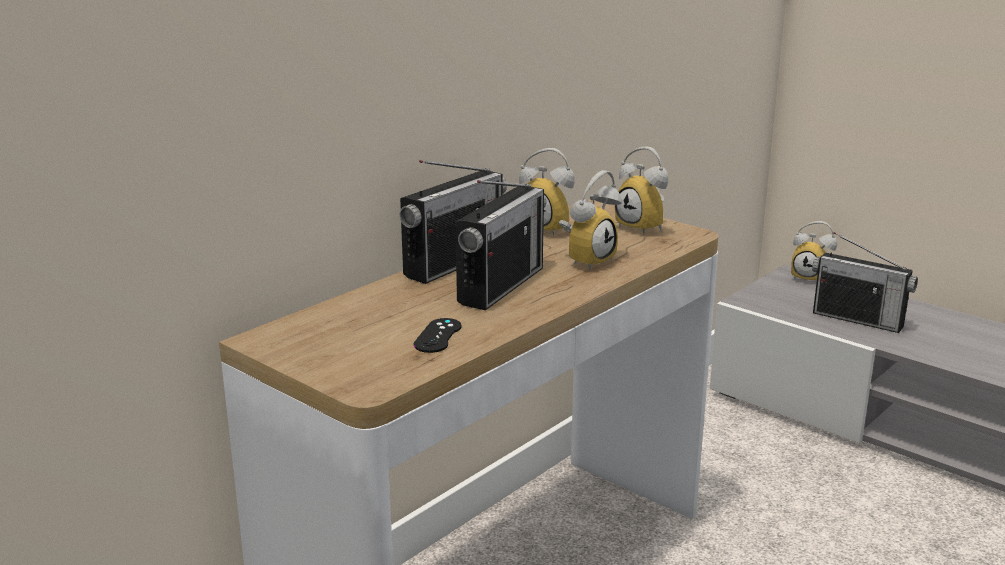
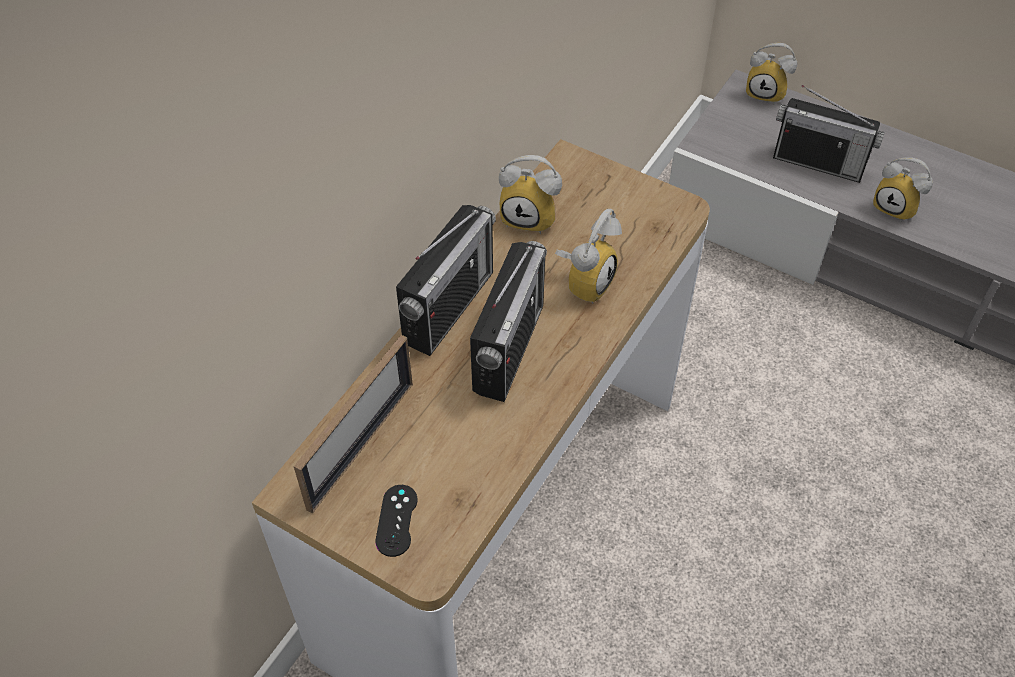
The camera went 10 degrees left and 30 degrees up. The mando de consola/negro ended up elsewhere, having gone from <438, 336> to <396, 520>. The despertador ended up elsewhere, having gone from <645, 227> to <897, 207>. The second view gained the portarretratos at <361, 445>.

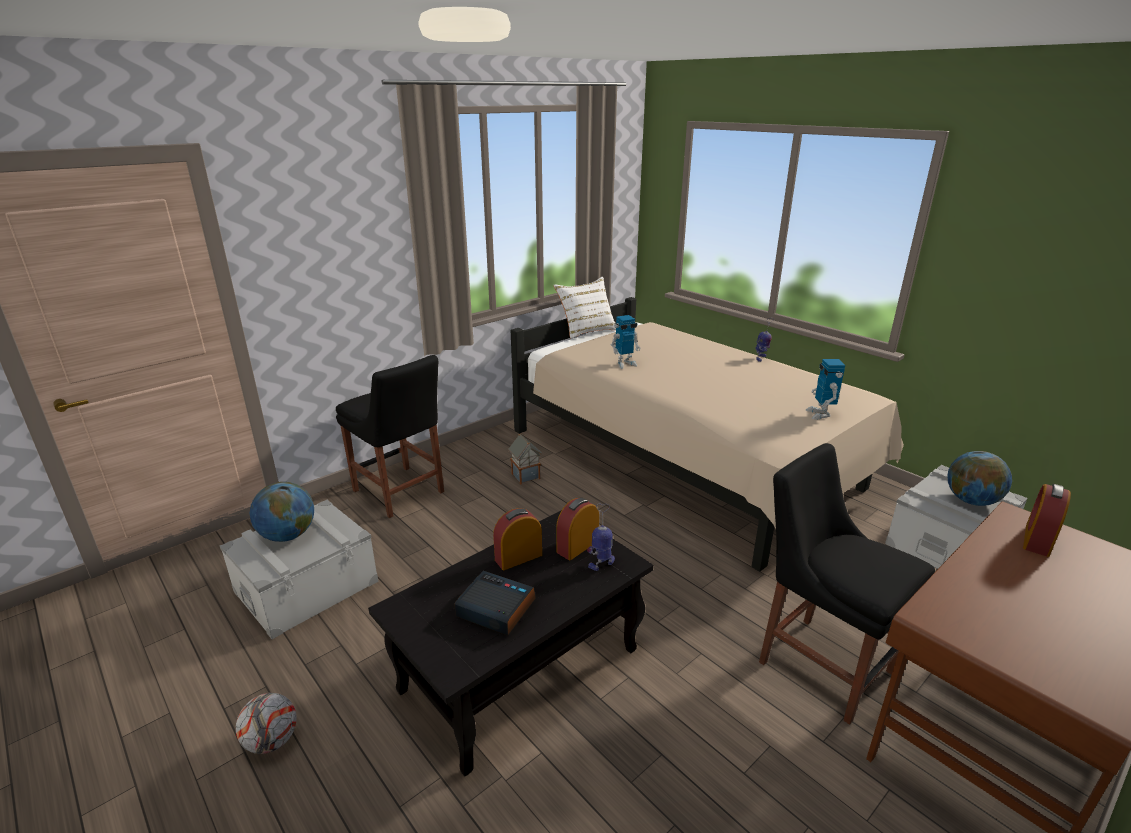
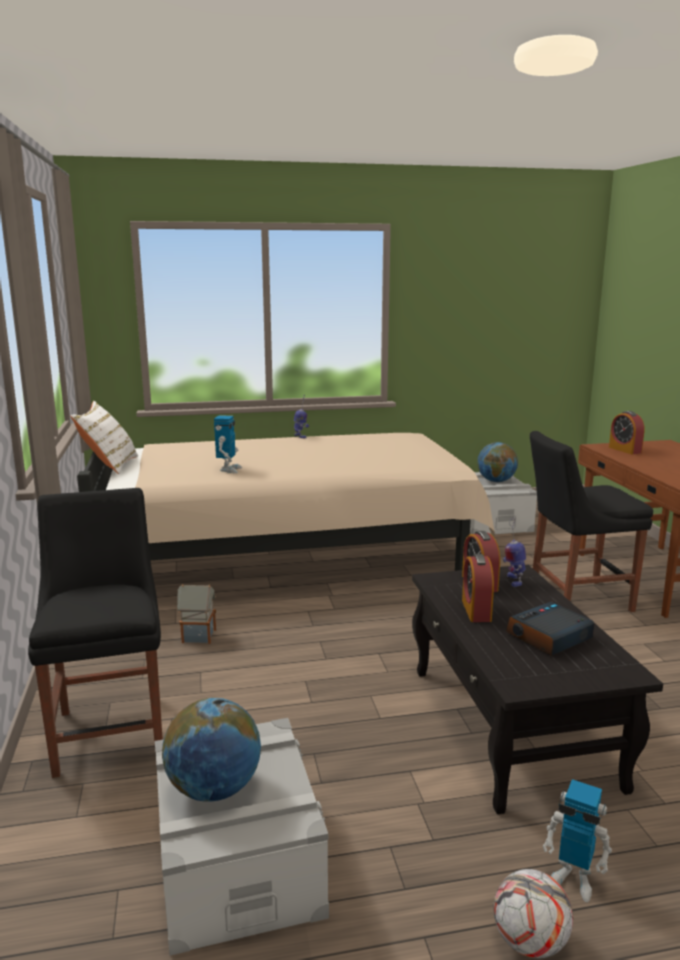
The camera went 60 degrees left and 10 degrees down. The silla/negro at <400, 493> ended up facing another way, 90 degrees counterclockwise from before. The robot de juguete ended up elsewhere, having gone from <820, 414> to <573, 879>.

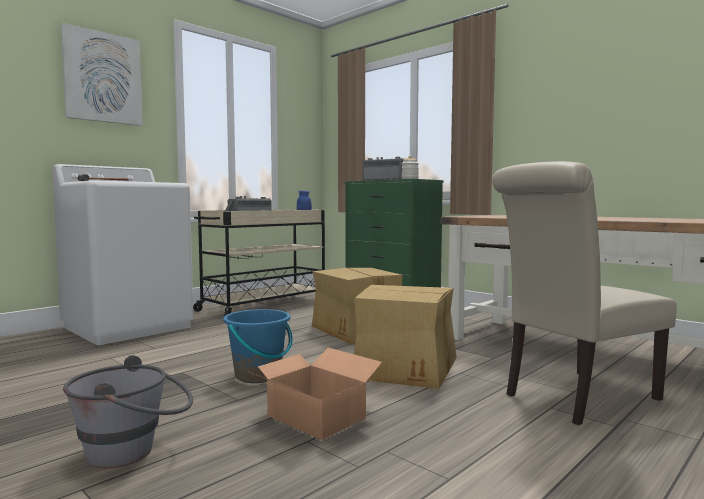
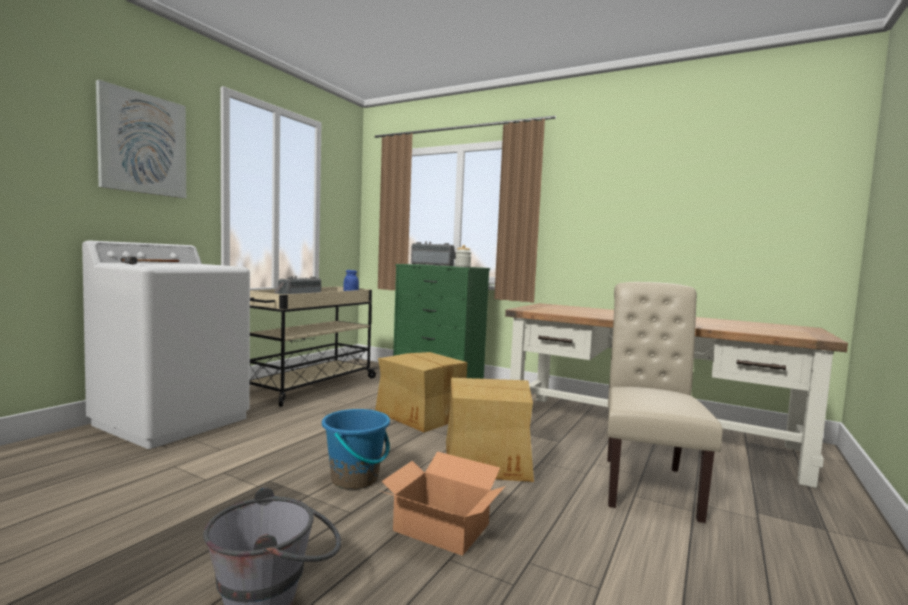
The camera went 15 degrees left and 0 degrees up. The silla/beis at <574, 398> ended up facing another way, 150 degrees clockwise from before.

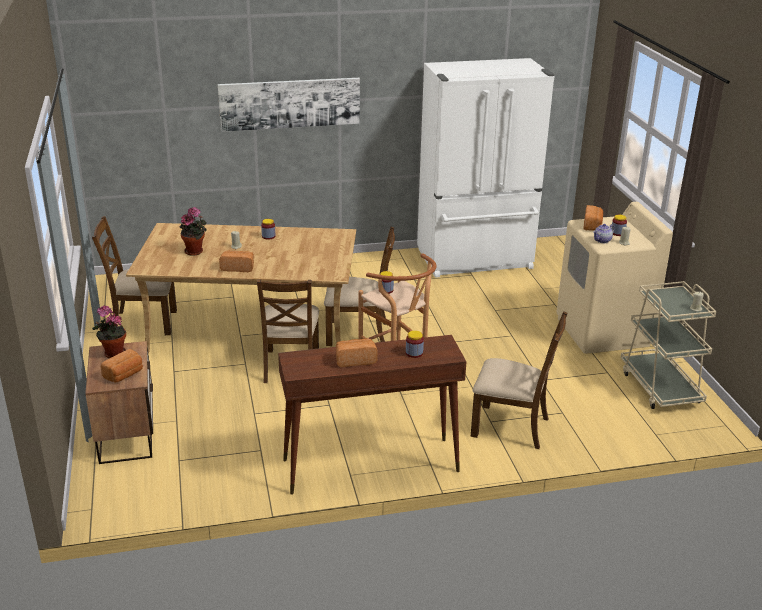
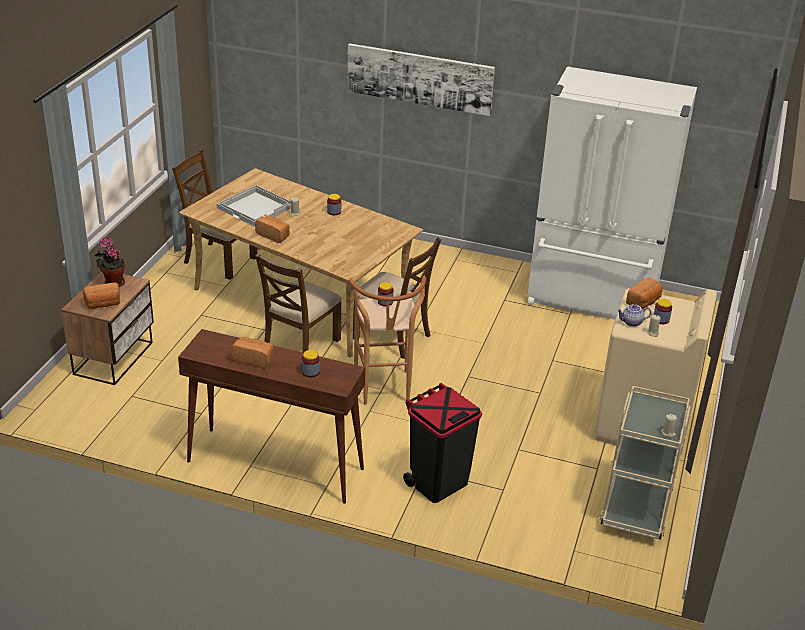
The camera went 30 degrees right and 5 degrees up. Where the planta en maceta stood at <195, 251>, the bandeja/blanco came to stand at <256, 207>. Where the silla/marrón stood at <511, 426>, the papelera/negro came to stand at <438, 482>.

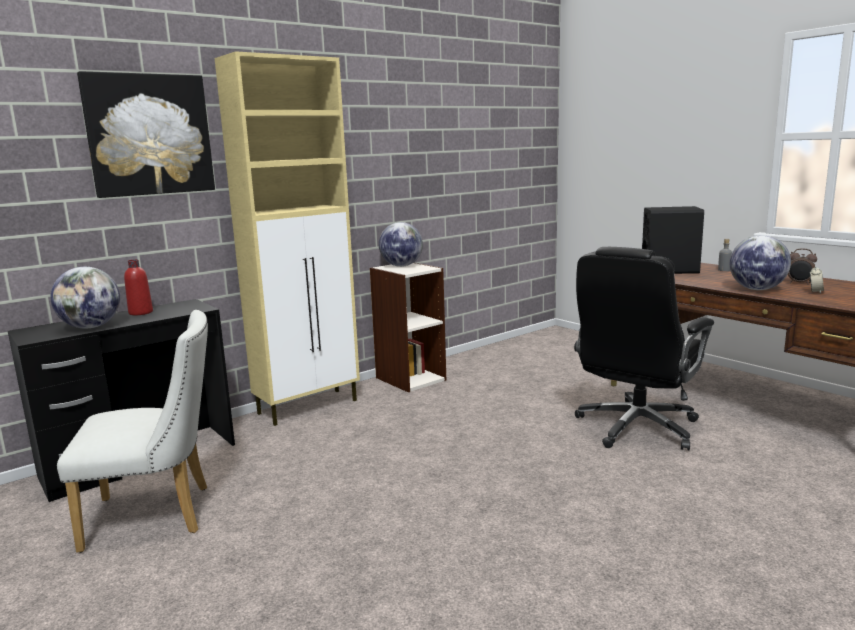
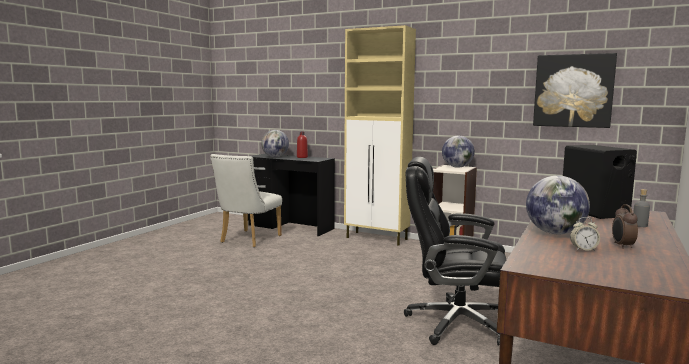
The camera went 65 degrees right and 5 degrees down. The silla/blanco at <159, 515> ended up facing another way, 60 degrees clockwise from before. The cuadro ended up elsewhere, having gone from <149, 135> to <573, 91>.

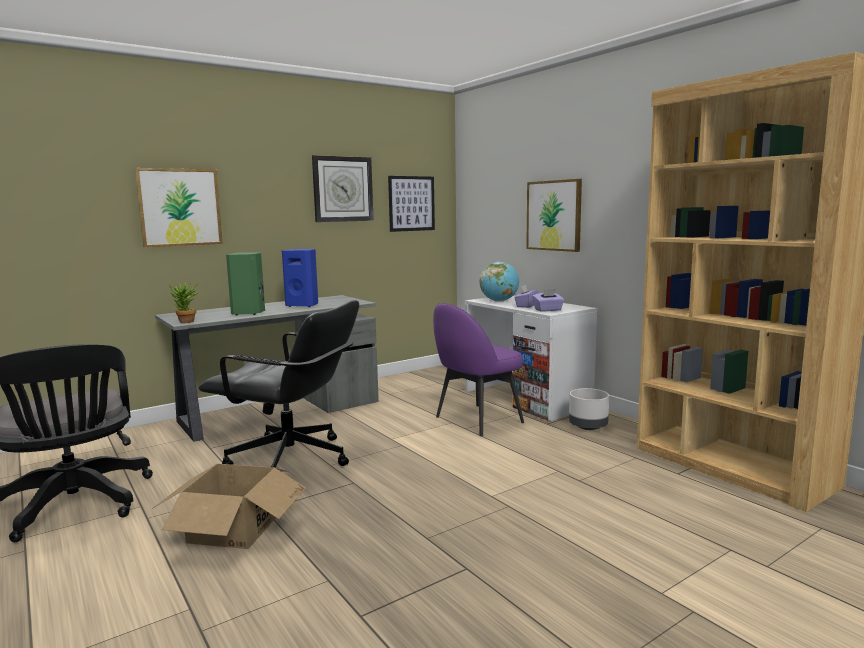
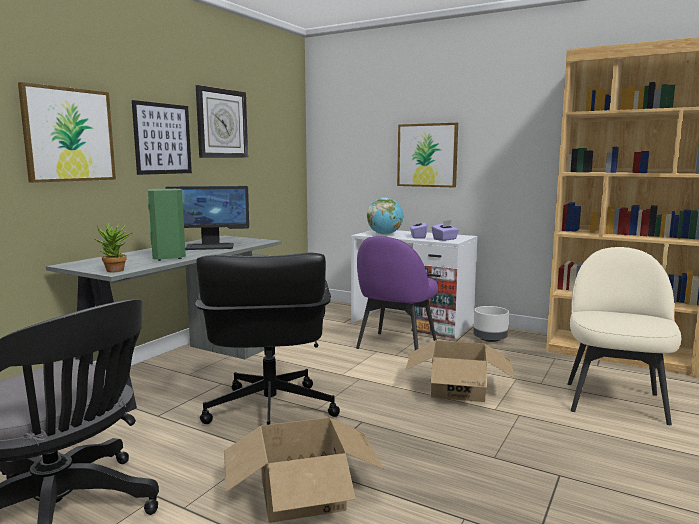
The camera went 25 degrees left and 0 degrees up. The silla de oficina/negro at <291, 460> ended up facing another way, 90 degrees clockwise from before. Where the altavoz/azul stood at <303, 305>, the monitor came to stand at <210, 246>. The cuadro ended up elsewhere, having gone from <411, 203> to <162, 139>. The second view gained the caja de cartón at <458, 389>. The second view gained the silla/beis at <614, 401>.

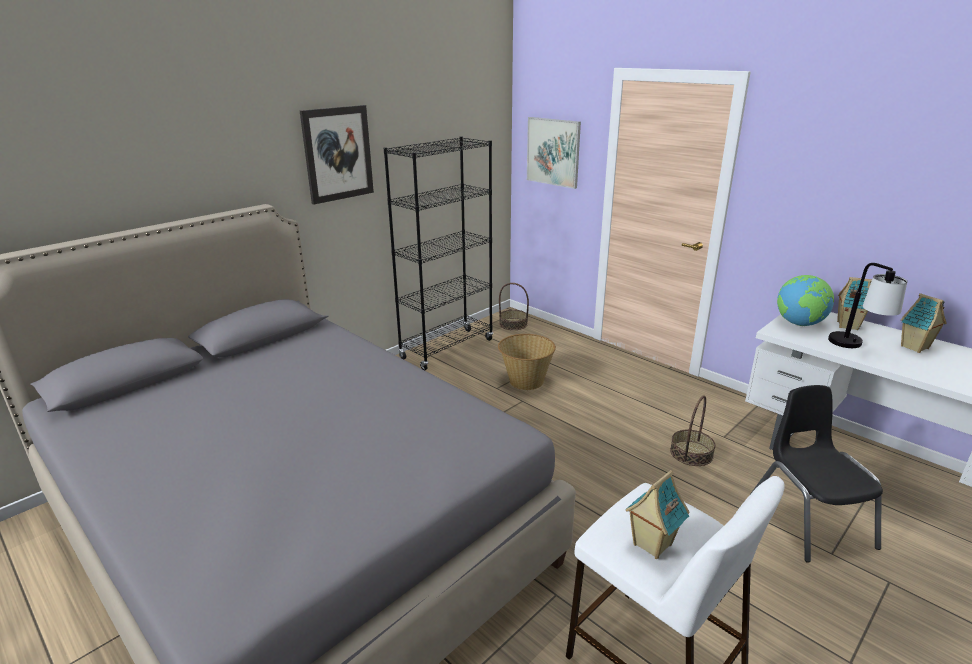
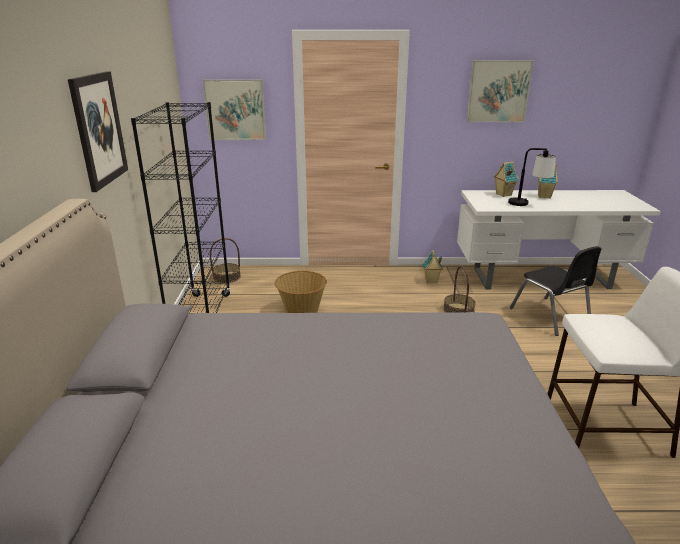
The camera went 45 degrees left and 0 degrees up. The casita ended up elsewhere, having gone from <651, 545> to <431, 281>. The silla/negro at <810, 520> ended up facing another way, 150 degrees counterclockwise from before. The second view lost the globo terráqueo at <799, 324>. The second view gained the cuadro at <498, 91>.

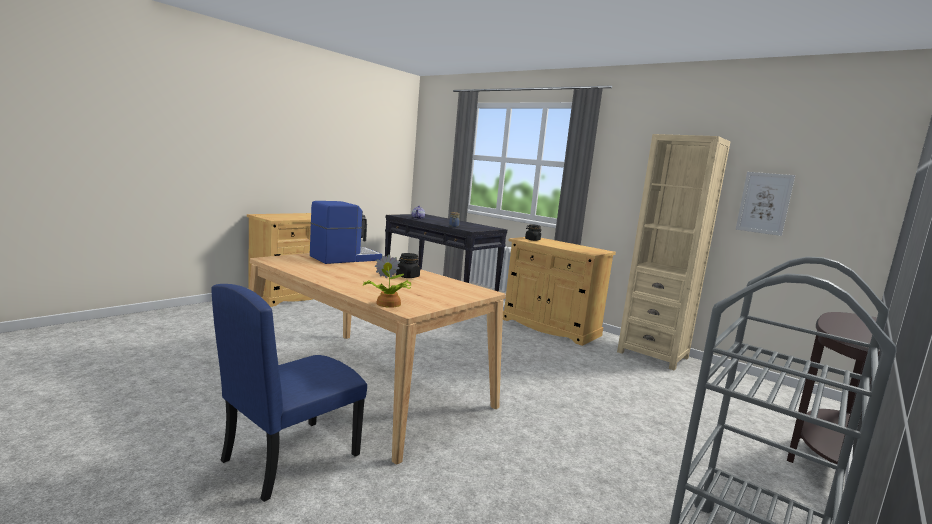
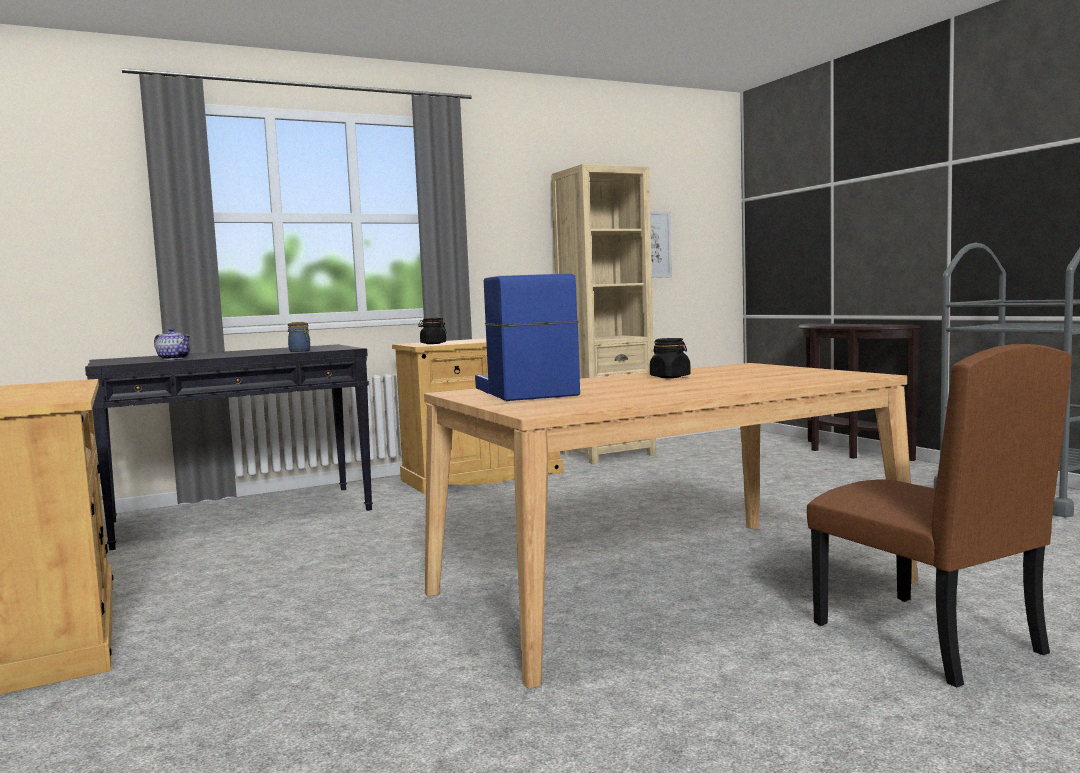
The camera went 65 degrees left and 5 degrees down. What was the silla/azul at <291, 457> turned into the silla/marrón at <924, 638>. The second view lost the planta en maceta at <387, 304>.

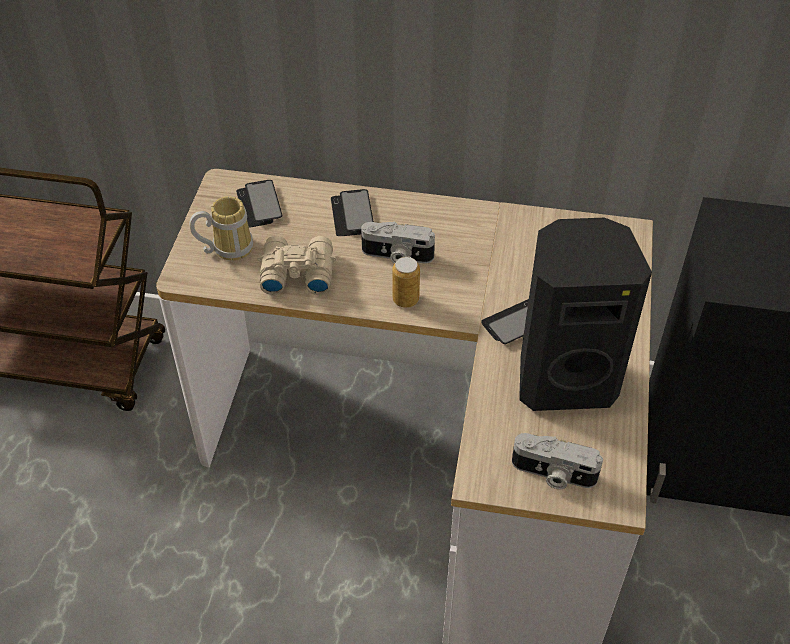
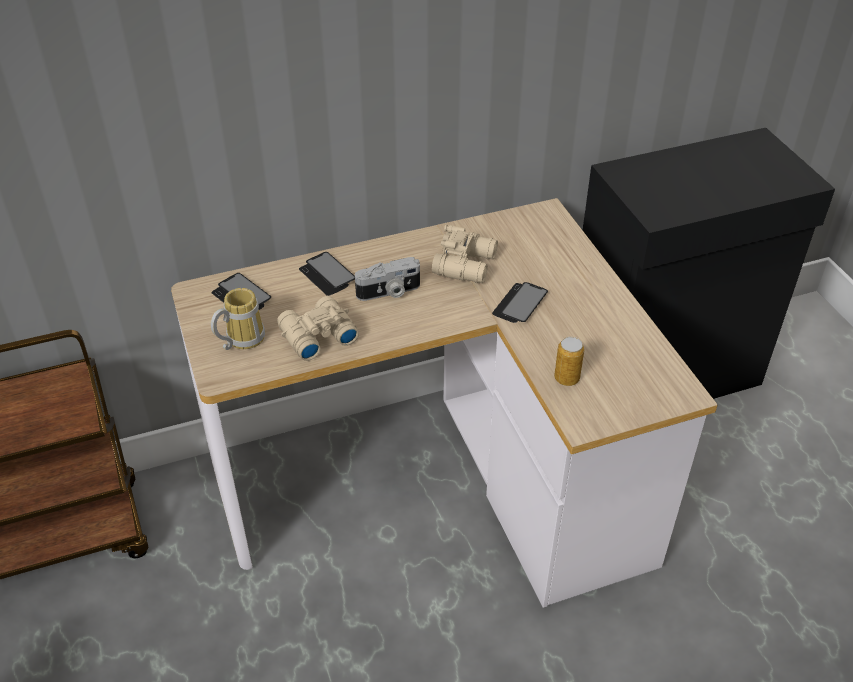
The camera went 30 degrees left and 5 degrees down. The lata ended up elsewhere, having gone from <405, 299> to <566, 378>. The second view lost the cámara at <553, 474>. The second view lost the altavoz/negro at <564, 378>. The second view gained the prismáticos/beis at <467, 264>.

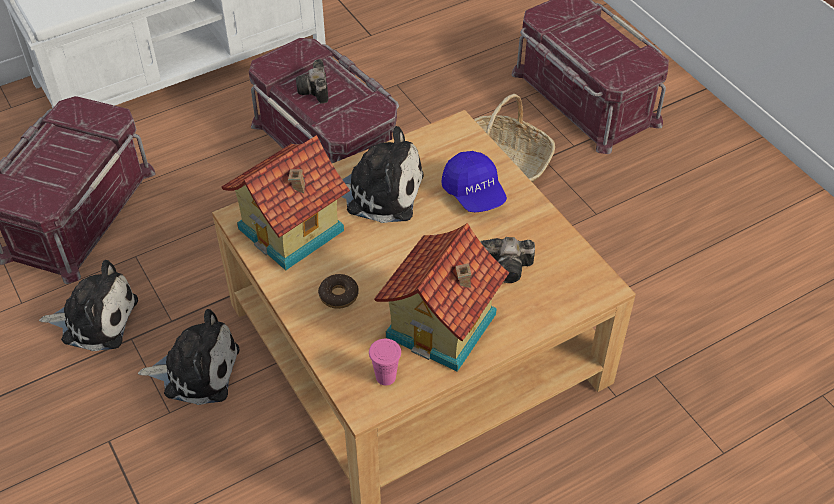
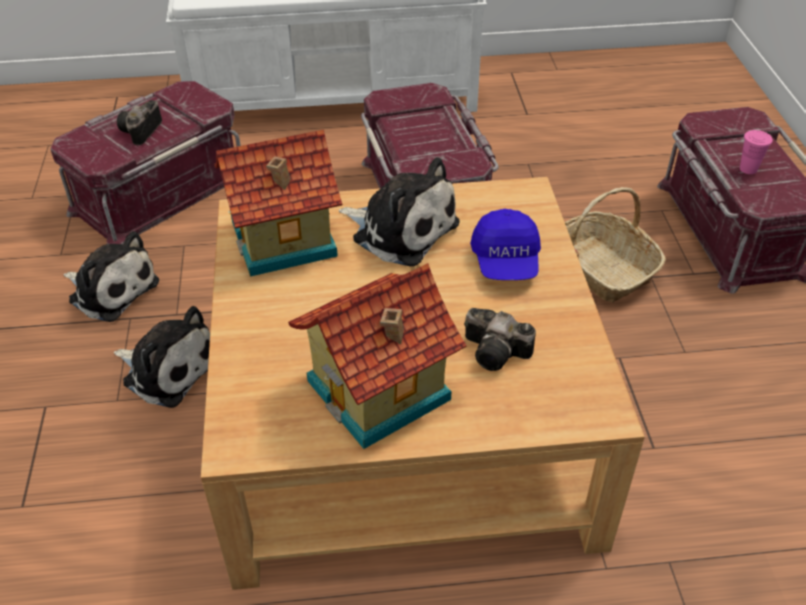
The camera went 25 degrees right and 5 degrees down. The cámara ended up elsewhere, having gone from <315, 91> to <140, 132>. The second view lost the rosquilla at <339, 295>. The taza/rosa ended up elsewhere, having gone from <385, 377> to <748, 169>.

